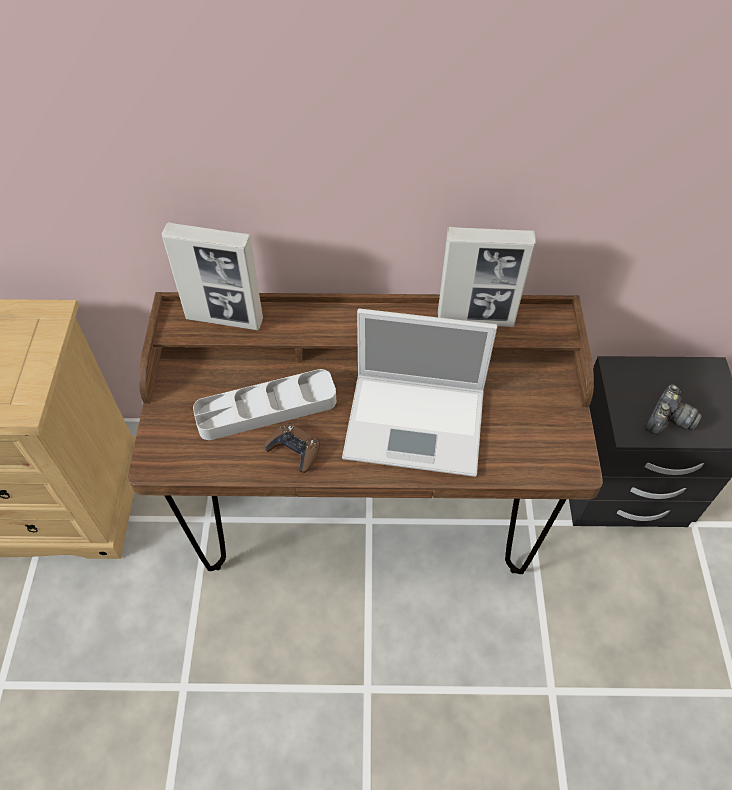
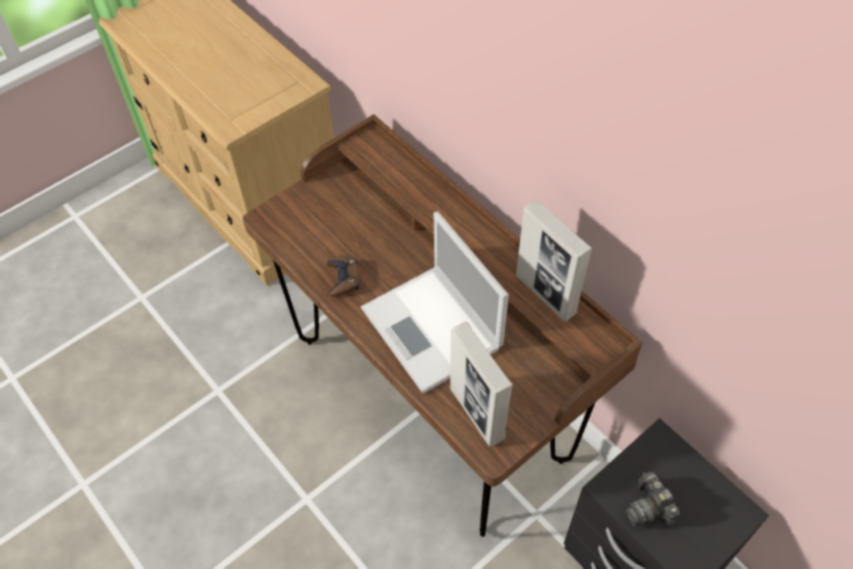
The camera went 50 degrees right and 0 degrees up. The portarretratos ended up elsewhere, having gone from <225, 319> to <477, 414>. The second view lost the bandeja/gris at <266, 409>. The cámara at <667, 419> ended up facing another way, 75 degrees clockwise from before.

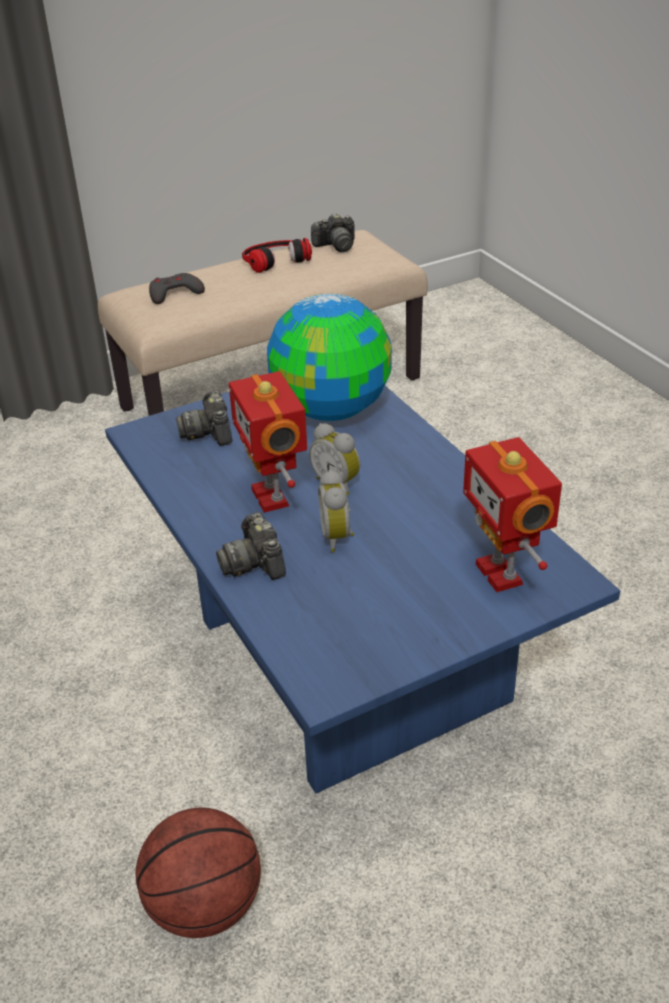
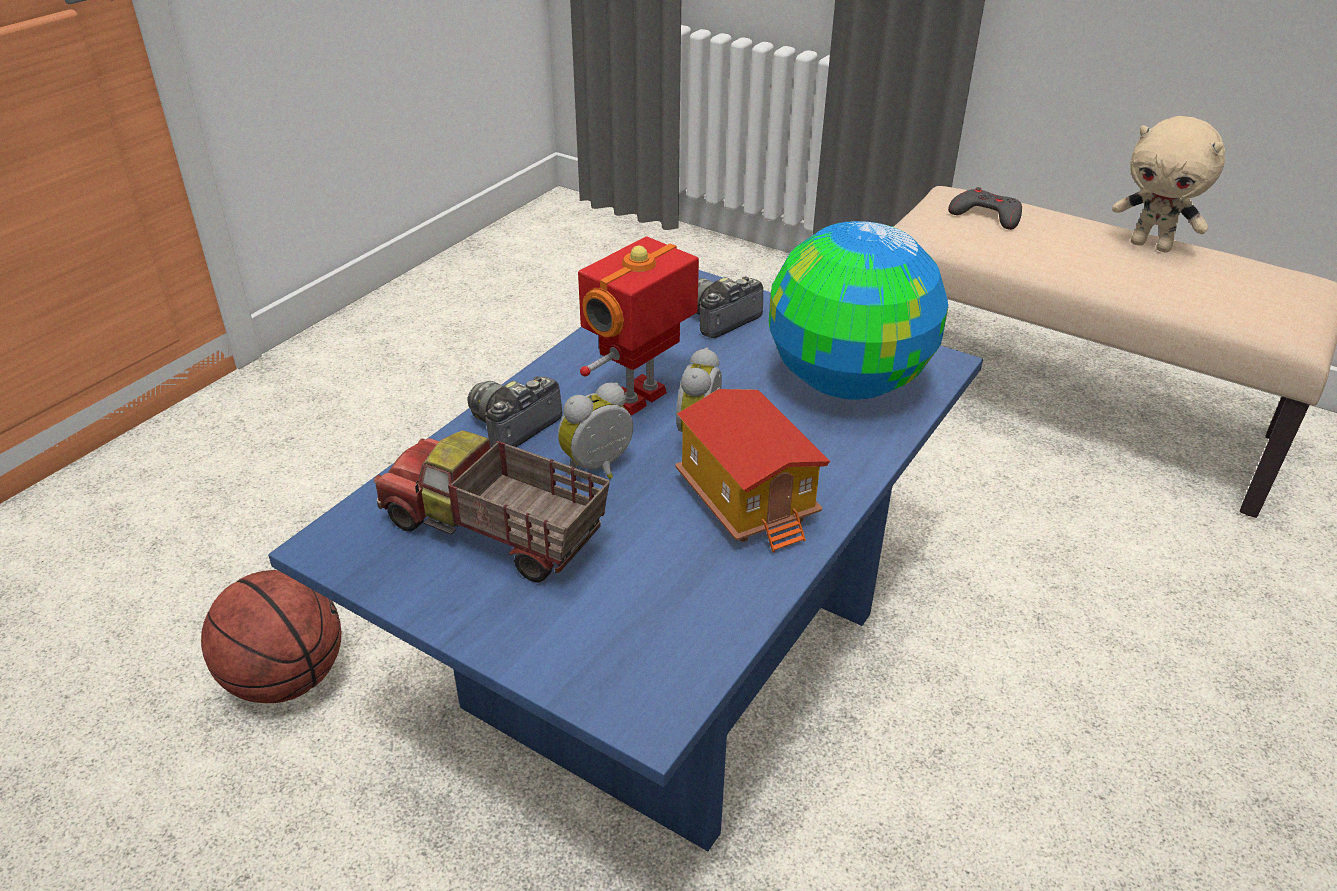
The camera went 60 degrees right and 0 degrees up. Where the auriculares stood at <274, 259>, the peluche/beis came to stand at <1151, 245>. The second view lost the cámara at <336, 246>. The second view lost the robot de juguete at <502, 573>. The second view gained the camión de juguete at <494, 534>. The second view gained the casita at <749, 500>.

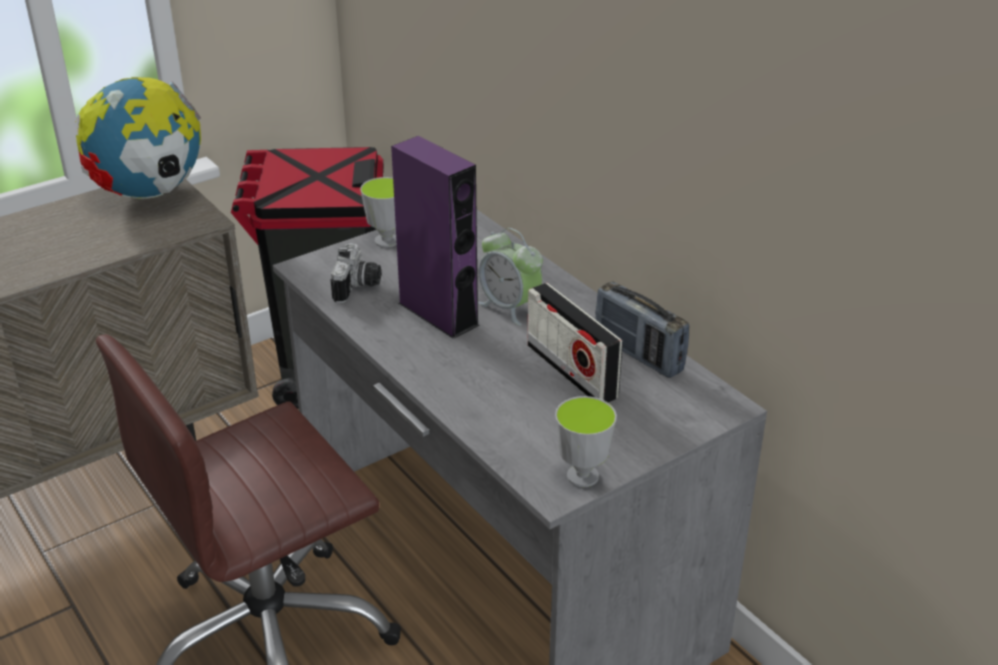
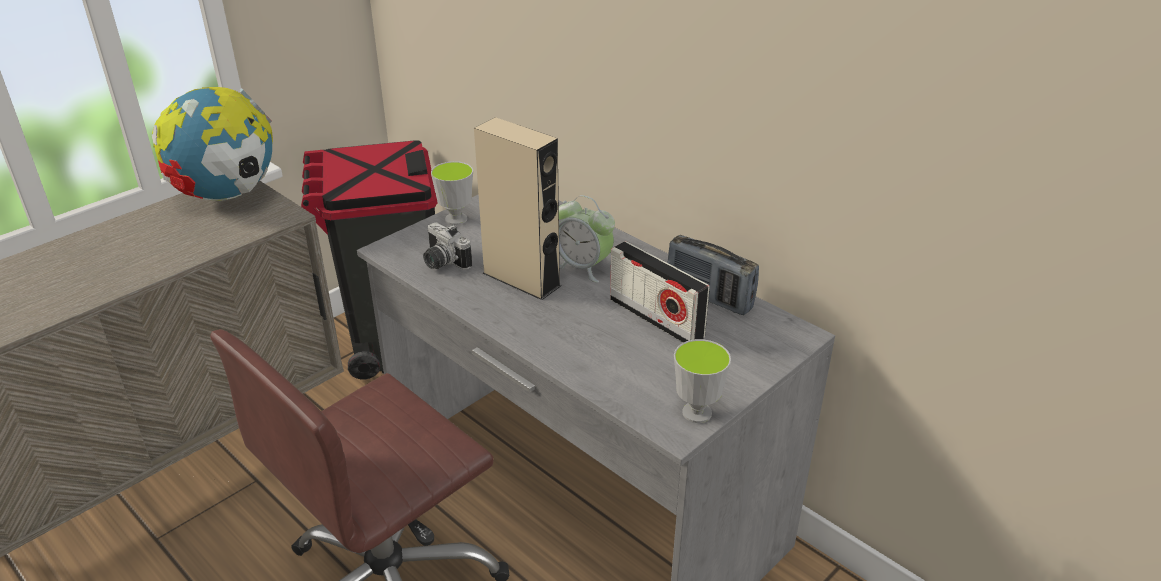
The camera went 10 degrees left and 0 degrees up. The cámara at <358, 287> ended up facing another way, 135 degrees clockwise from before. What was the altavoz/morado at <438, 314> turned into the altavoz/beis at <521, 279>.

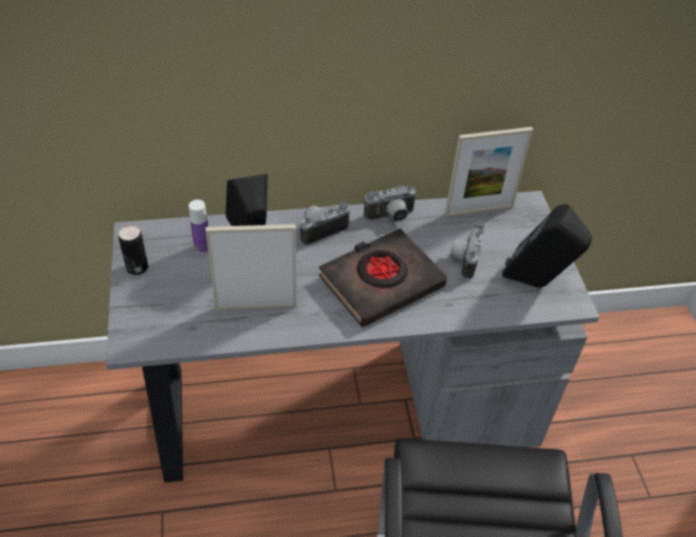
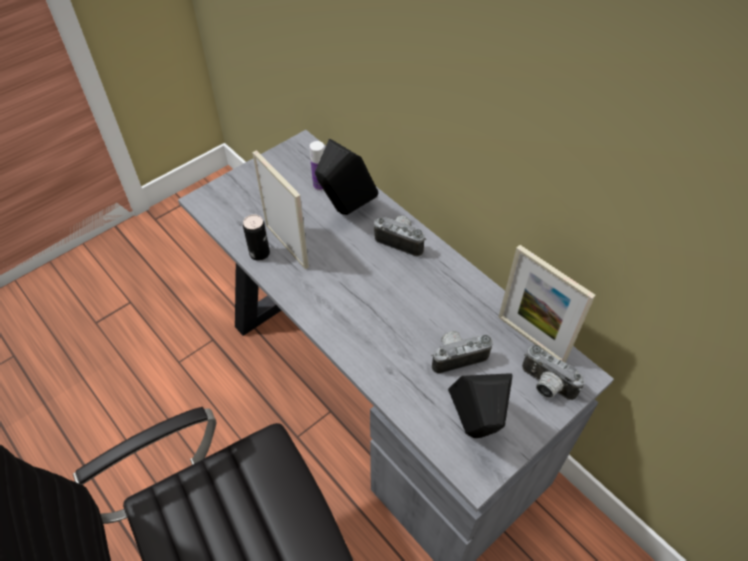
The camera went 60 degrees right and 5 degrees up. The lata ended up elsewhere, having gone from <137, 267> to <259, 253>. The second view lost the libro/negro at <381, 282>. The cámara ended up elsewhere, having gone from <390, 217> to <545, 386>.

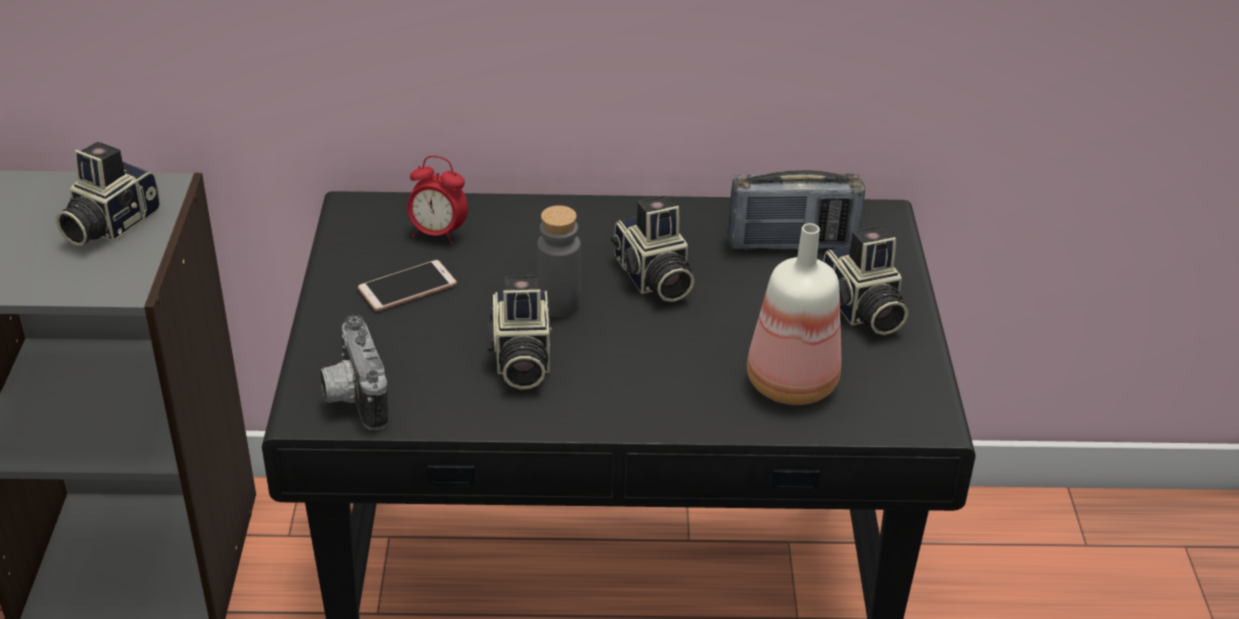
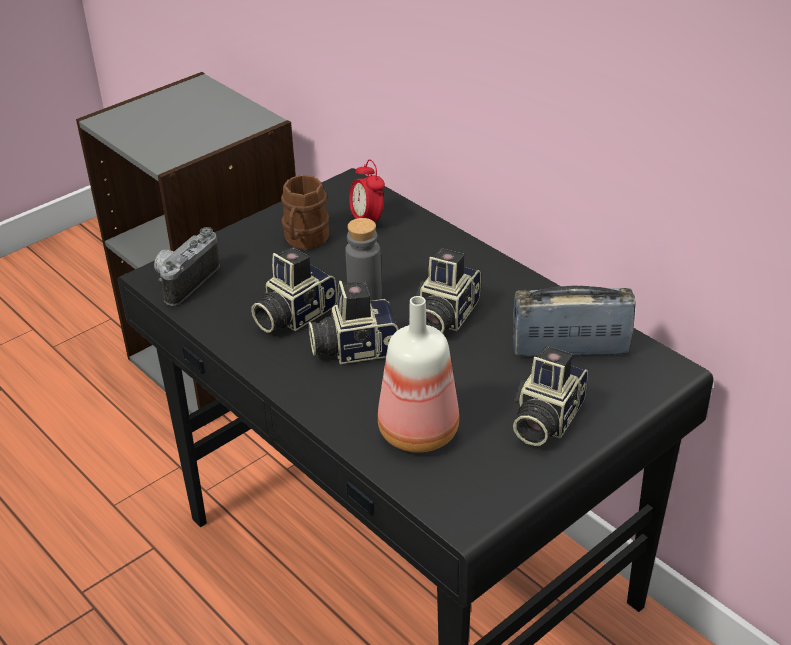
The camera went 50 degrees right and 0 degrees up. The cámara ended up elsewhere, having gone from <108, 224> to <354, 348>. Where the móvil stood at <407, 287>, the taza grande/marrón came to stand at <304, 240>. The radio at <791, 243> ended up facing another way, 135 degrees clockwise from before.

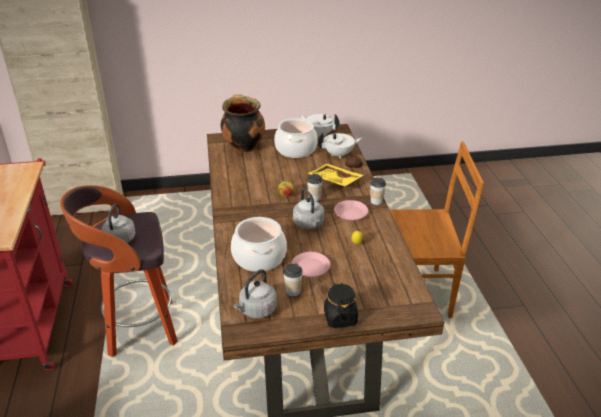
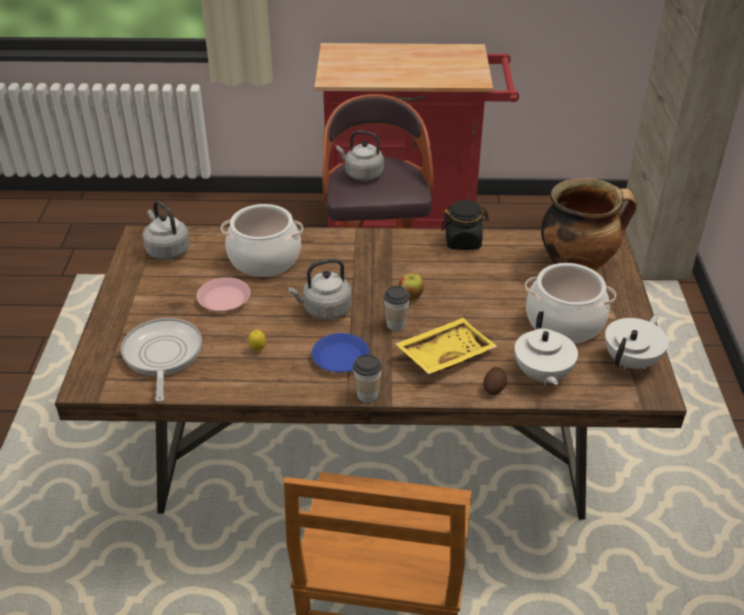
The camera went 100 degrees right and 5 degrees up. The second view lost the taza at <293, 291>. The tarro/negro ended up elsewhere, having gone from <340, 318> to <463, 241>. What was the plato/rosa at <351, 213> turned into the plato/azul at <340, 358>. The second view gained the sartén at <162, 356>.

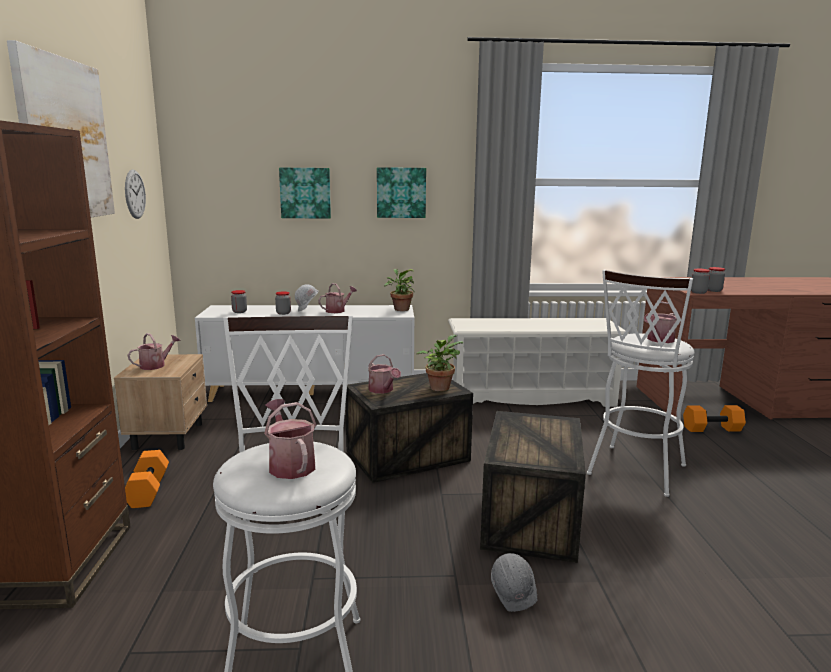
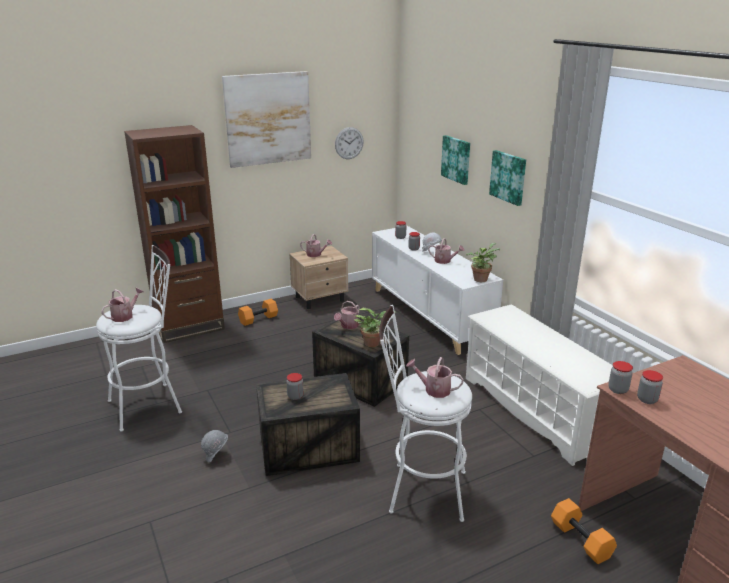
The camera went 65 degrees right and 10 degrees up. The second view gained the tarro at <295, 396>.

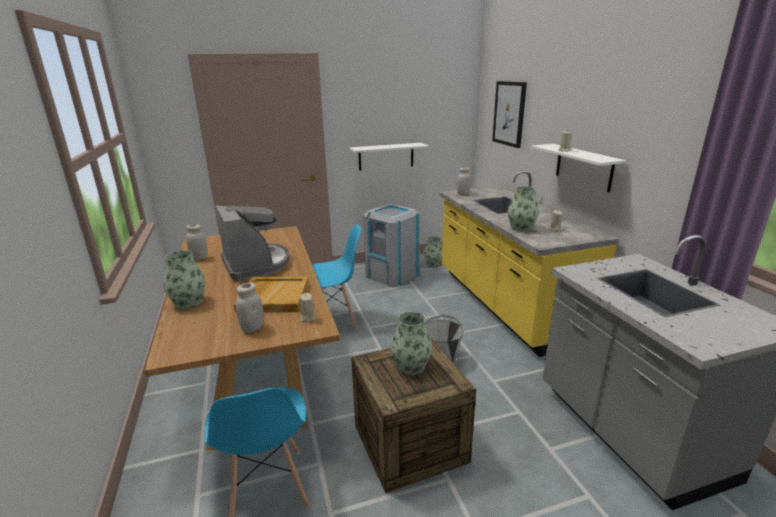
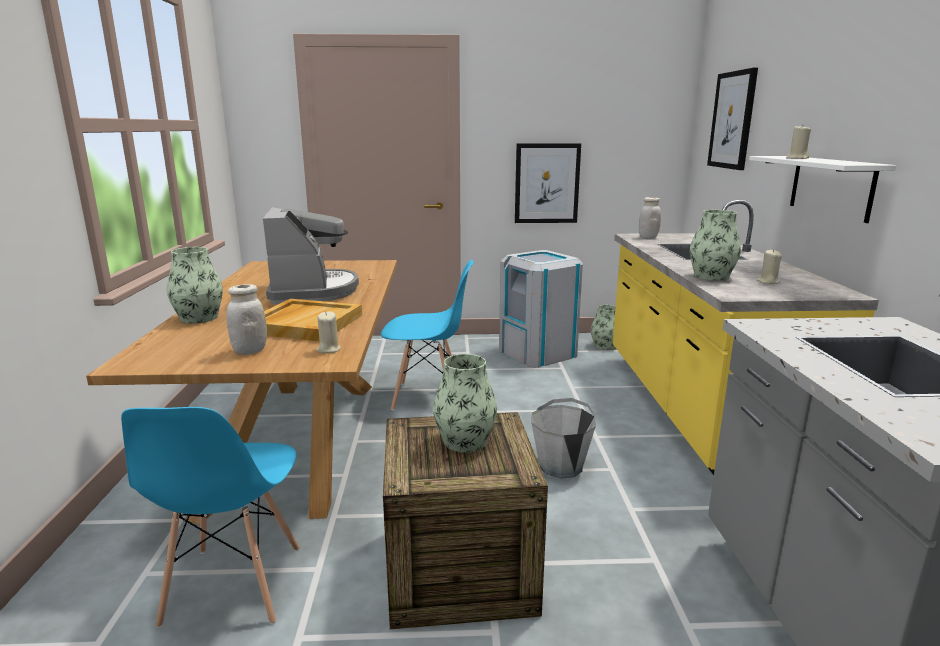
The camera went 15 degrees right and 5 degrees down. The second view lost the tarro/blanco at <199, 258>. Where the estante/blanco hung at <386, 156>, the cuadro came to hang at <547, 183>.

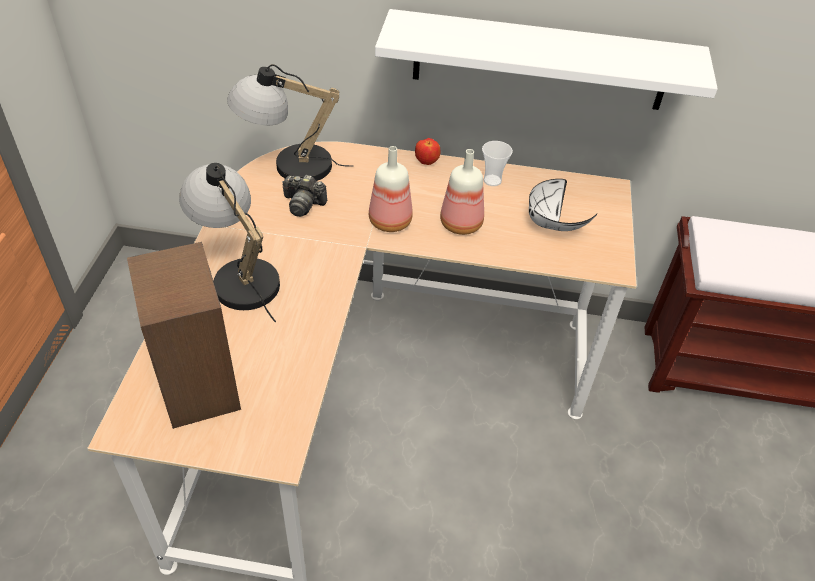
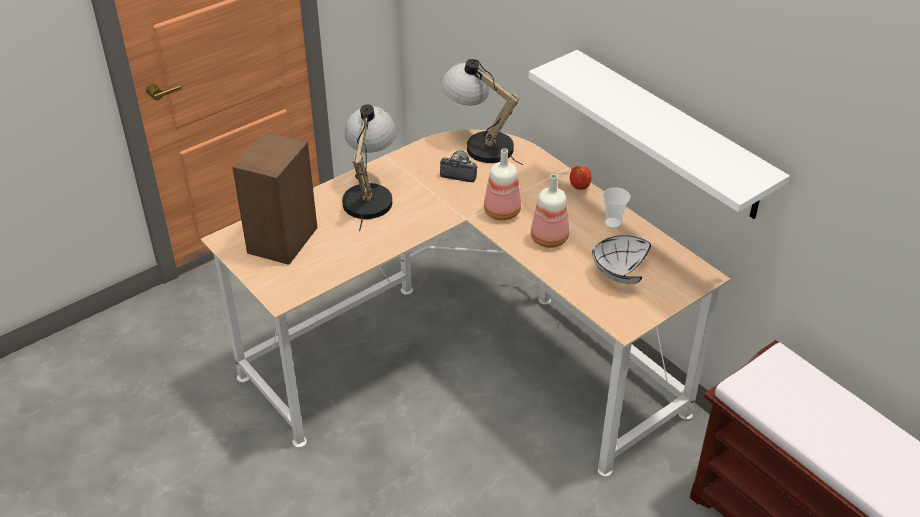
The camera went 45 degrees right and 5 degrees down. The cámara at <303, 204> ended up facing another way, 135 degrees clockwise from before.

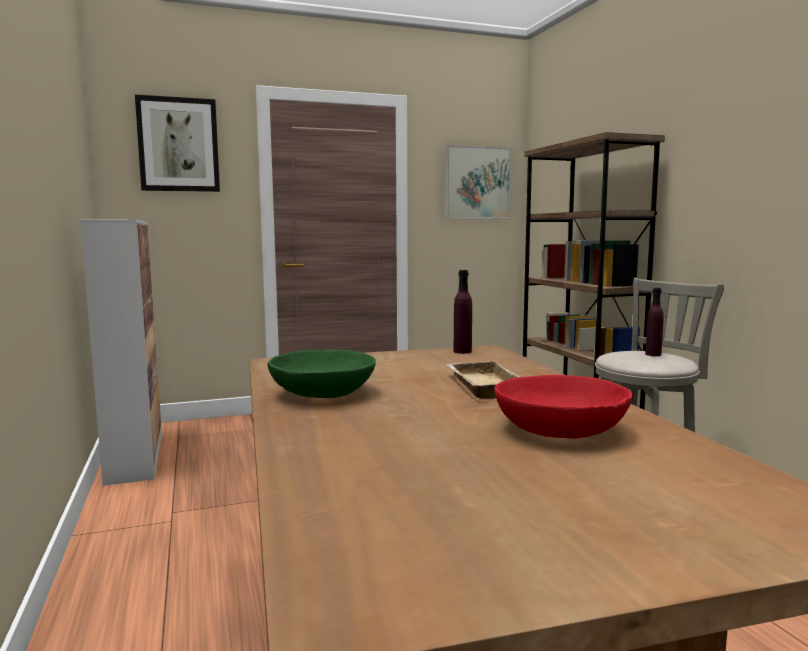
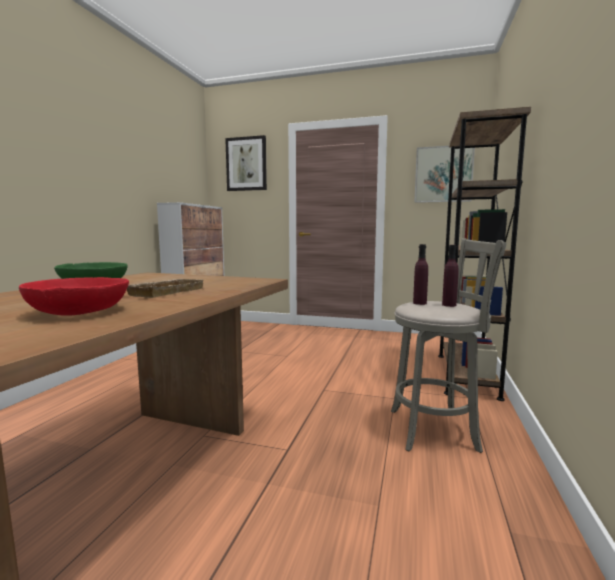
The camera went 35 degrees right and 0 degrees up. The botella/morado ended up elsewhere, having gone from <462, 351> to <419, 303>.

